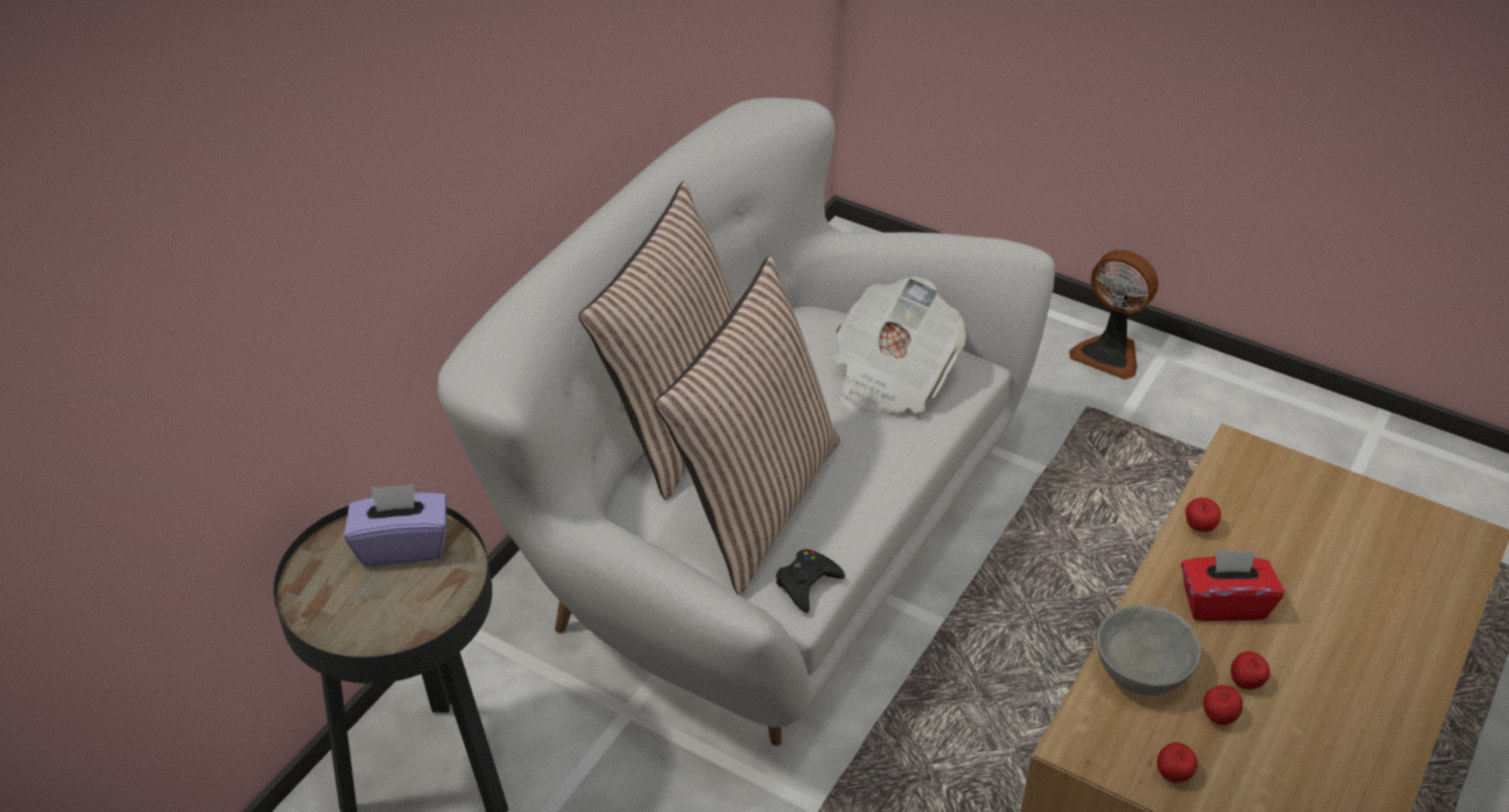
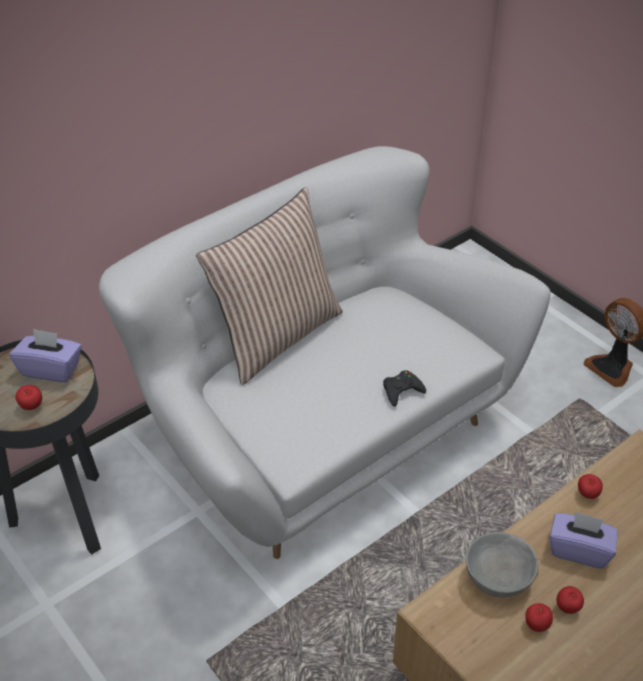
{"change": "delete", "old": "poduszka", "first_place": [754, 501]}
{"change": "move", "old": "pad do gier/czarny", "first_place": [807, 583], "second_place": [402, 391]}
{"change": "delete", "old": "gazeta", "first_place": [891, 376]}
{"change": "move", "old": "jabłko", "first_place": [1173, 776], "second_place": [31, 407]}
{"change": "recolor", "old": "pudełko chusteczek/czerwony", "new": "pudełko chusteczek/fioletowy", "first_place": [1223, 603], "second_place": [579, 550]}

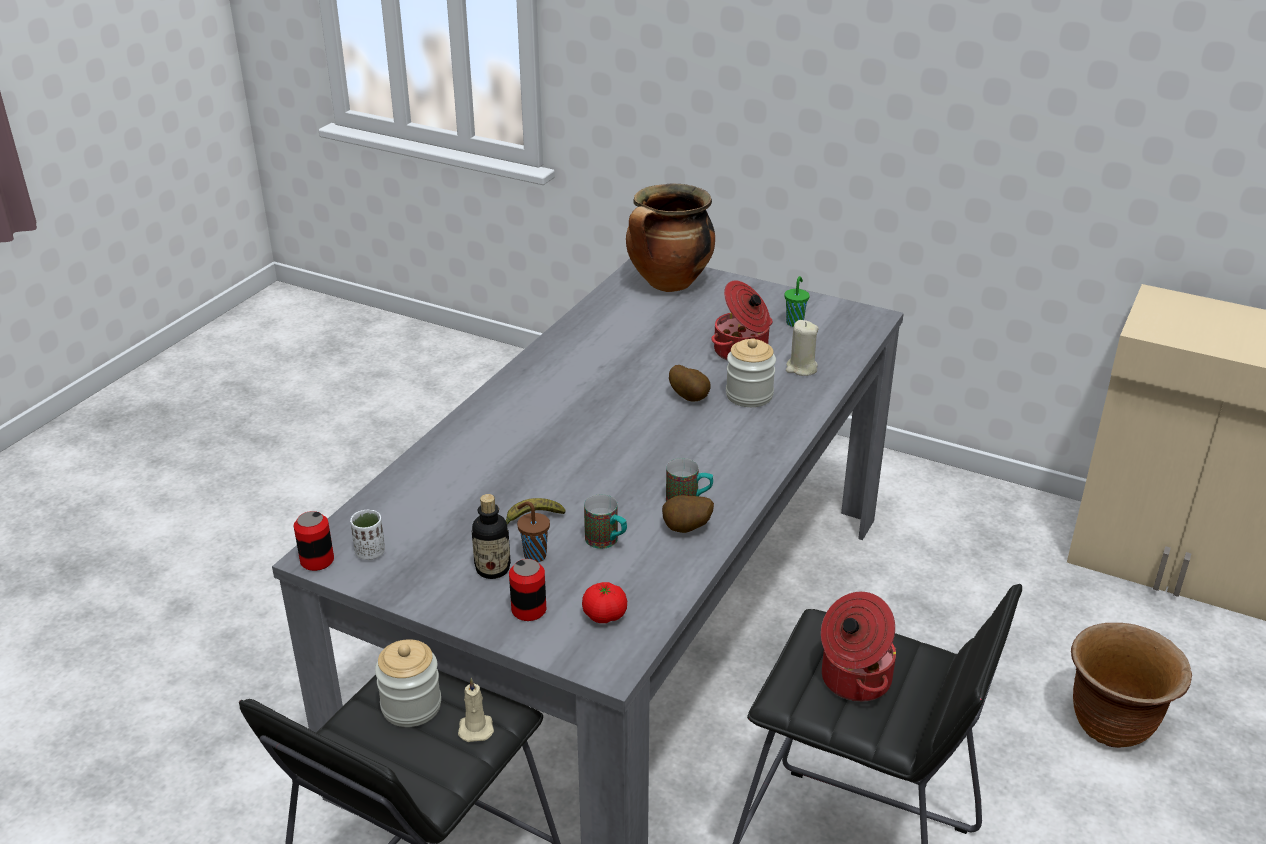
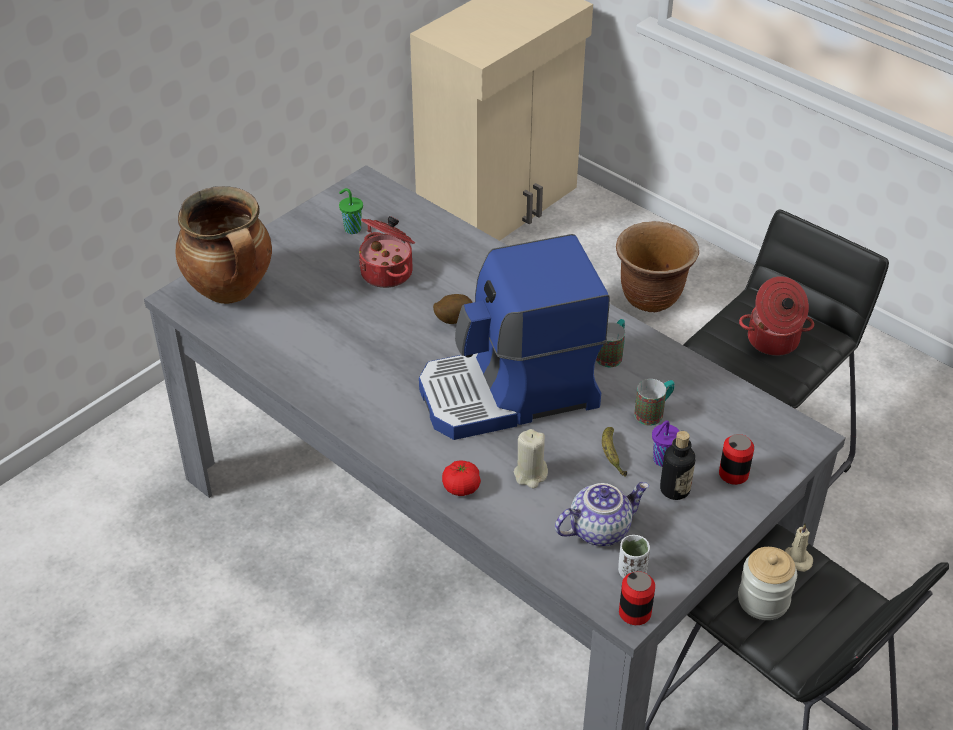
{"change": "recolor", "old": "filiżanka/brązowy", "new": "filiżanka/fioletowy", "first_place": [534, 555], "second_place": [661, 460]}
{"change": "move", "old": "pomidor", "first_place": [604, 615], "second_place": [461, 487]}
{"change": "delete", "old": "ziemniak", "first_place": [687, 530]}
{"change": "delete", "old": "słoik", "first_place": [749, 395]}
{"change": "move", "old": "świeca/beżowy", "first_place": [801, 368], "second_place": [530, 474]}
{"change": "insert", "new": "ekspres do kawy", "second_place": [510, 394]}
{"change": "insert", "new": "imbryk", "second_place": [599, 529]}

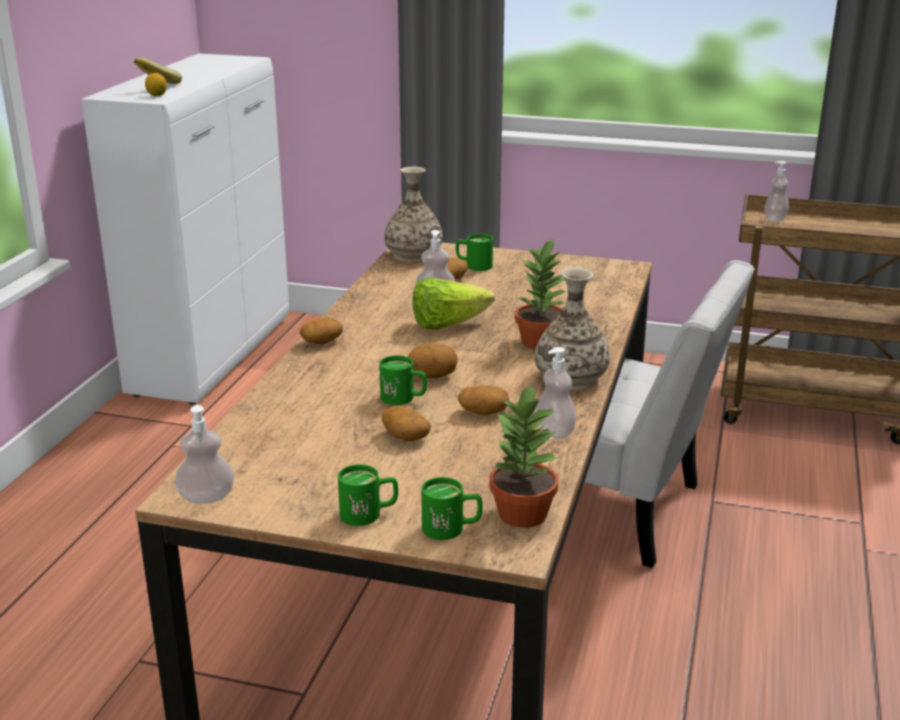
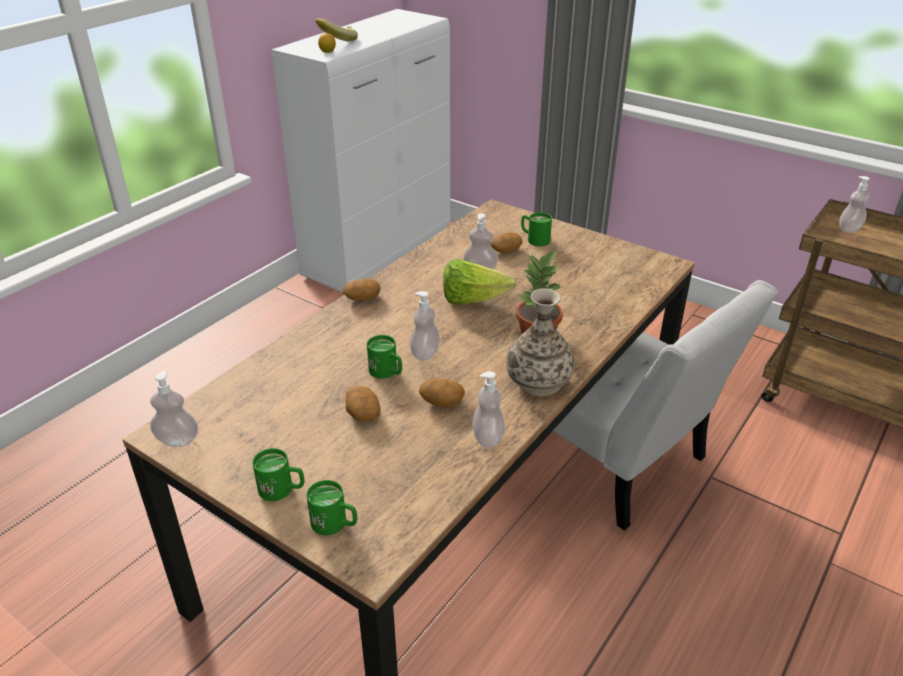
{"change": "delete", "old": "wazon", "first_place": [413, 255]}
{"change": "replace", "old": "ziemniak", "new": "dozownik mydła", "first_place": [432, 376], "second_place": [425, 353]}
{"change": "delete", "old": "roślina doniczkowa", "first_place": [521, 514]}

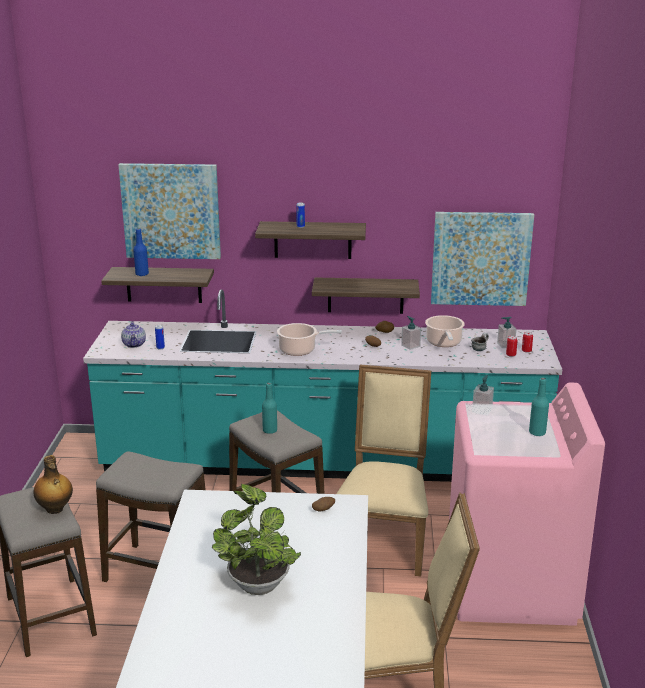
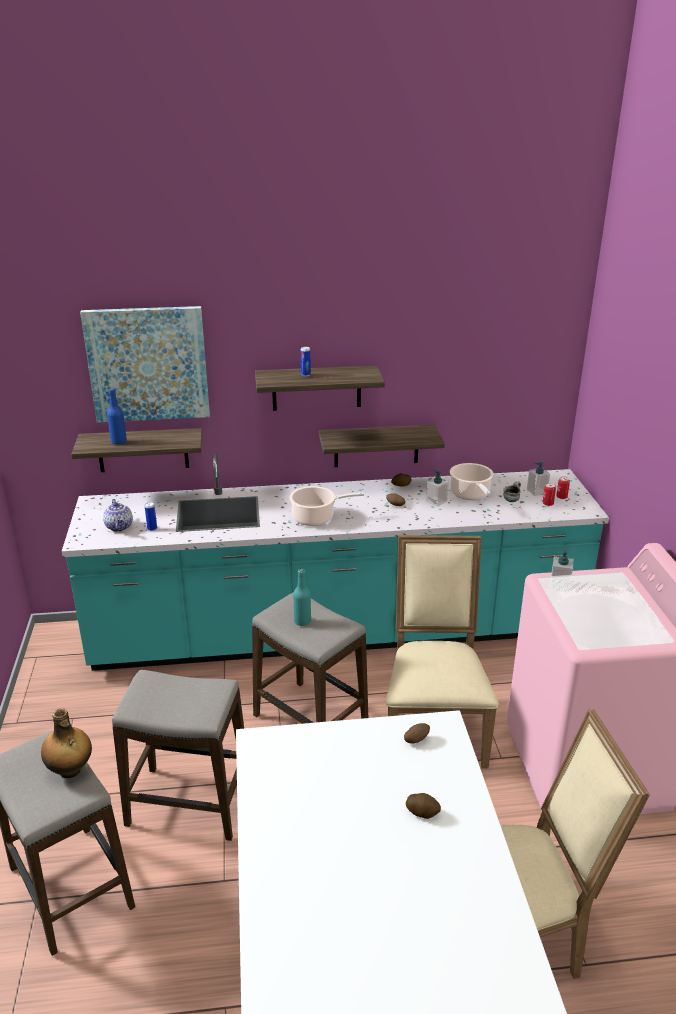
{"change": "delete", "old": "roślina doniczkowa", "first_place": [257, 582]}
{"change": "delete", "old": "obraz", "first_place": [481, 258]}
{"change": "delete", "old": "butelka/turkusowy", "first_place": [537, 432]}
{"change": "insert", "new": "ziemniak", "second_place": [422, 812]}

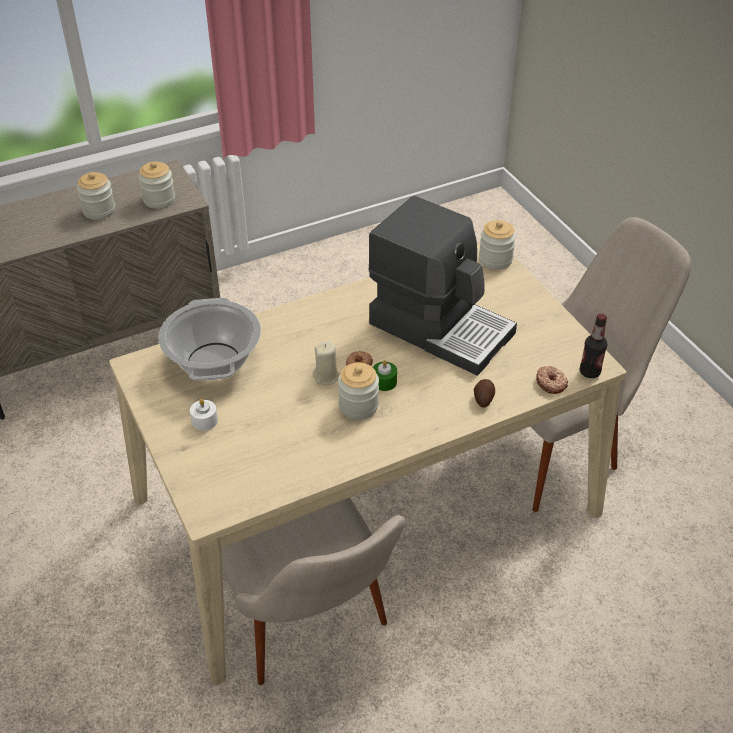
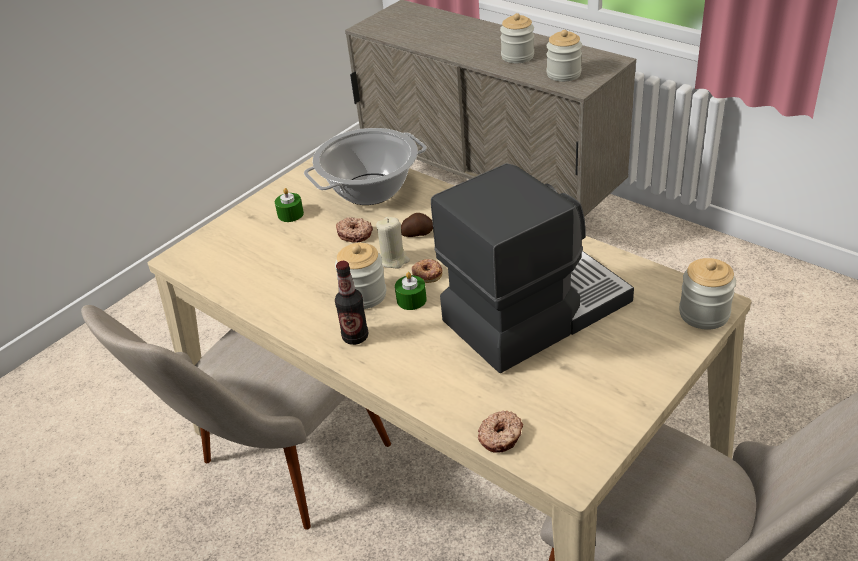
{"change": "recolor", "old": "świeca/biały", "new": "świeca/zielony", "first_place": [204, 421], "second_place": [290, 214]}
{"change": "rotate", "old": "ekspres do kawy", "first_place": [441, 327], "second_place": [533, 311], "degrees": -135}
{"change": "move", "old": "ziemniak", "first_place": [483, 398], "second_place": [417, 233]}
{"change": "move", "old": "butelka", "first_place": [589, 372], "second_place": [355, 337]}
{"change": "insert", "new": "donut", "second_place": [355, 234]}

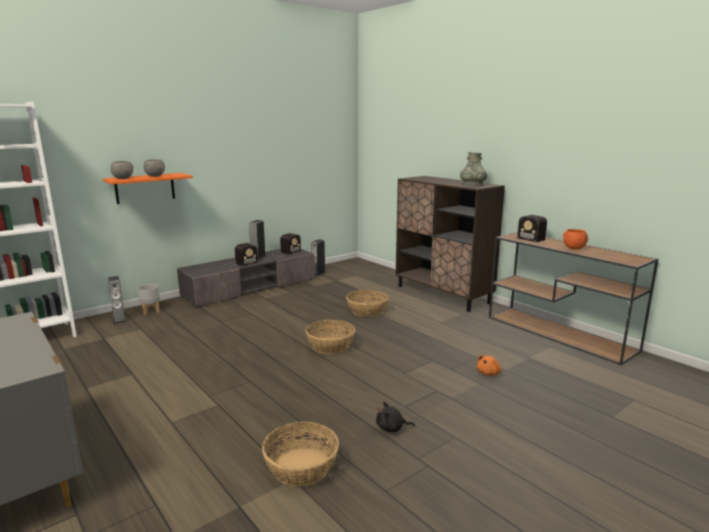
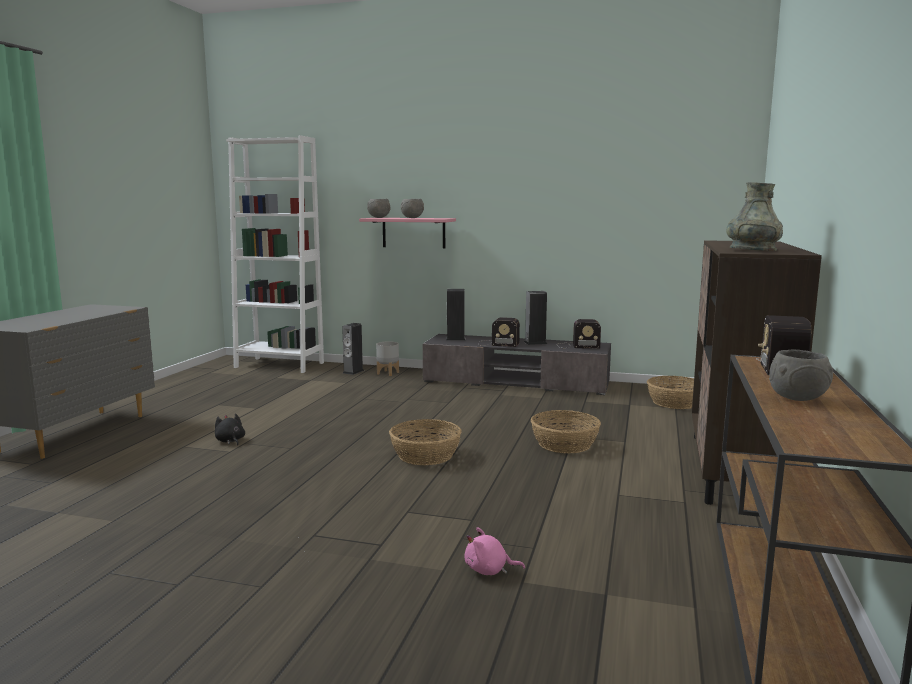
{"change": "recolor", "old": "półka/pomarańczowy", "new": "półka/różowy", "first_place": [145, 188], "second_place": [413, 232]}
{"change": "move", "old": "koszyk", "first_place": [301, 467], "second_place": [674, 403]}
{"change": "move", "old": "głośnik", "first_place": [318, 273], "second_place": [455, 339]}
{"change": "move", "old": "pluszak/czarny", "first_place": [392, 428], "second_place": [230, 441]}
{"change": "recolor", "old": "pluszak/pomarańczowy", "new": "pluszak/różowy", "first_place": [489, 373], "second_place": [489, 570]}
{"change": "recolor", "old": "miska/pomarańczowy", "new": "miska/szary", "first_place": [573, 248], "second_place": [797, 399]}

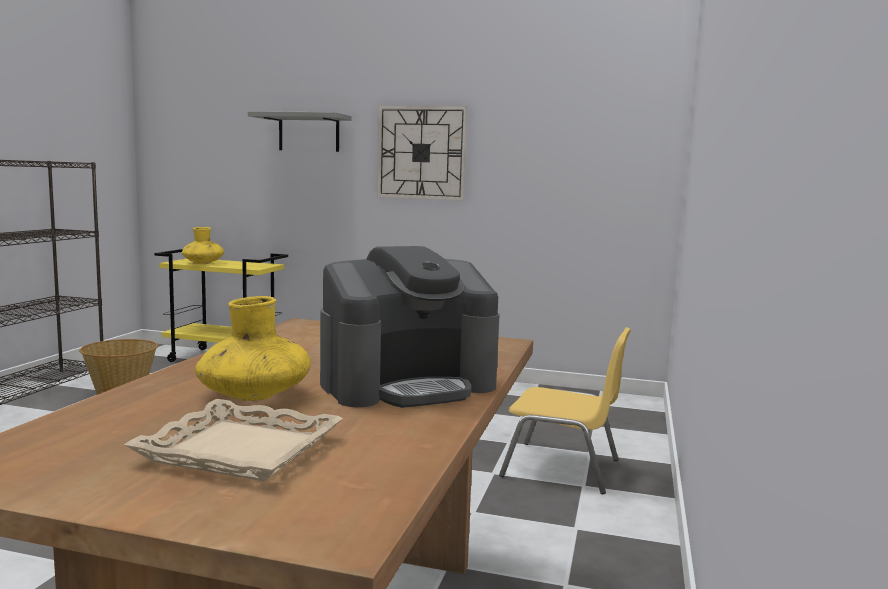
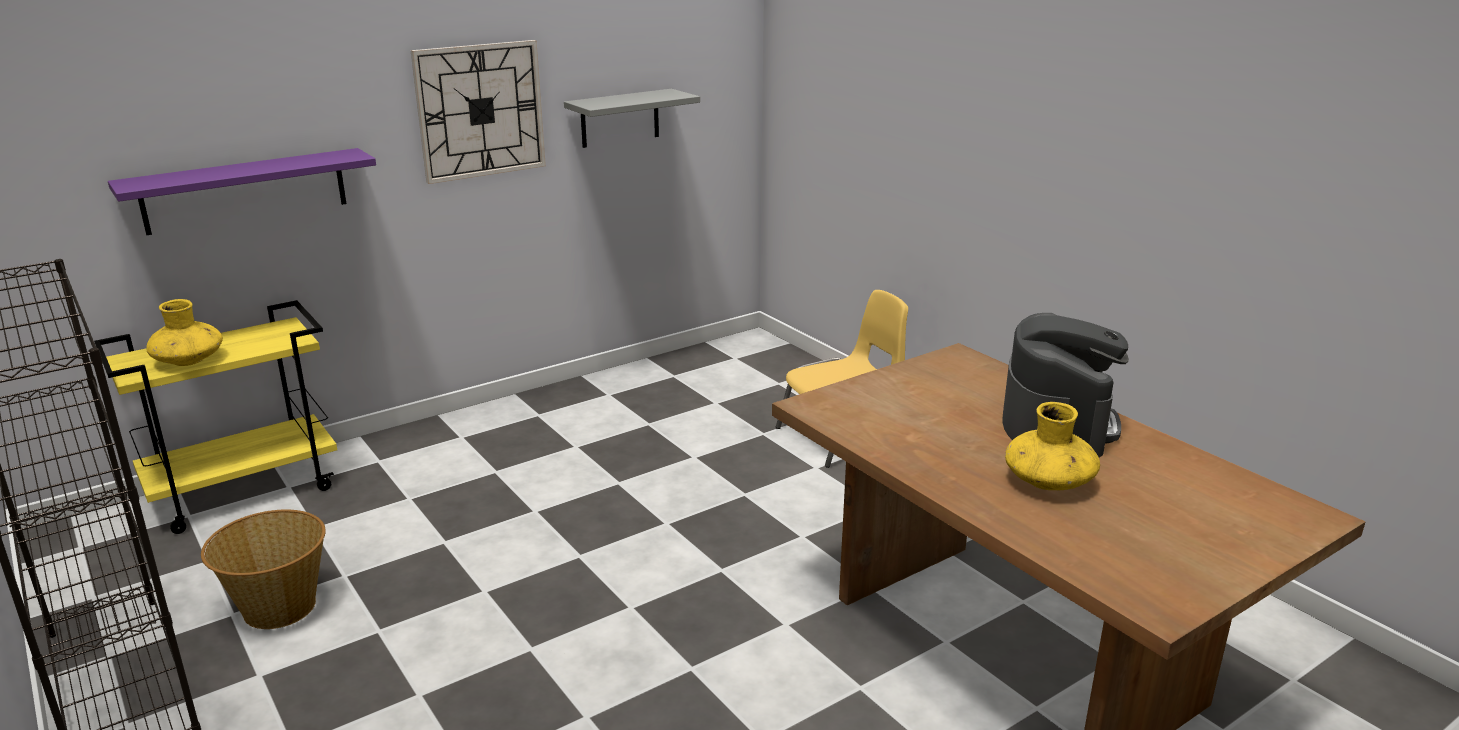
{"change": "delete", "old": "taca/beżowy", "first_place": [242, 450]}
{"change": "move", "old": "półka/szary", "first_place": [309, 133], "second_place": [620, 118]}
{"change": "insert", "new": "półka/fioletowy", "second_place": [245, 191]}

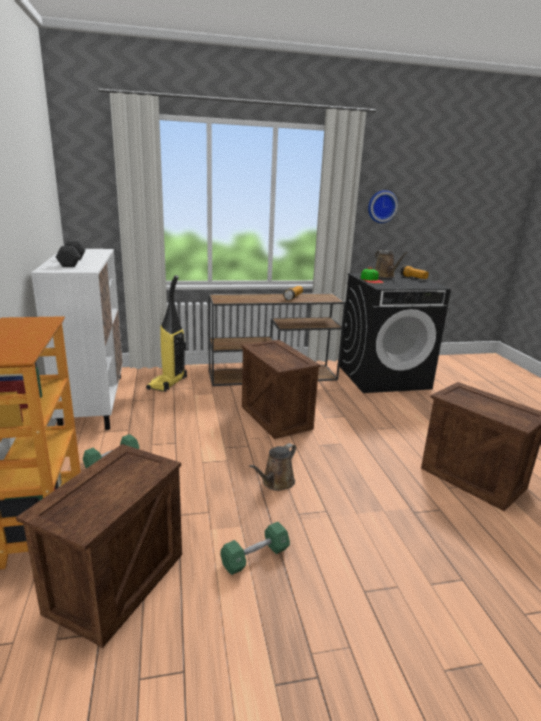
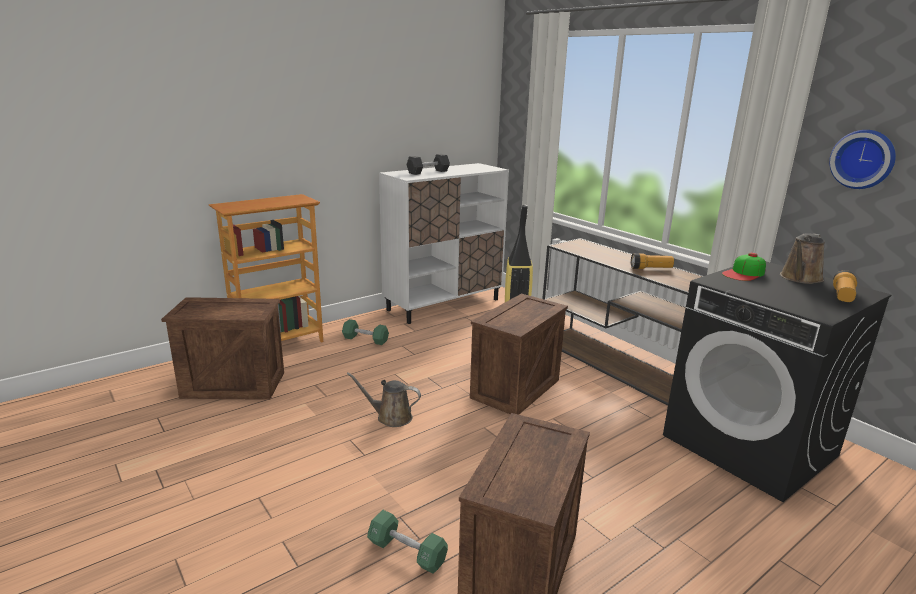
{"change": "move", "old": "hantel/zielony", "first_place": [255, 557], "second_place": [407, 552]}

